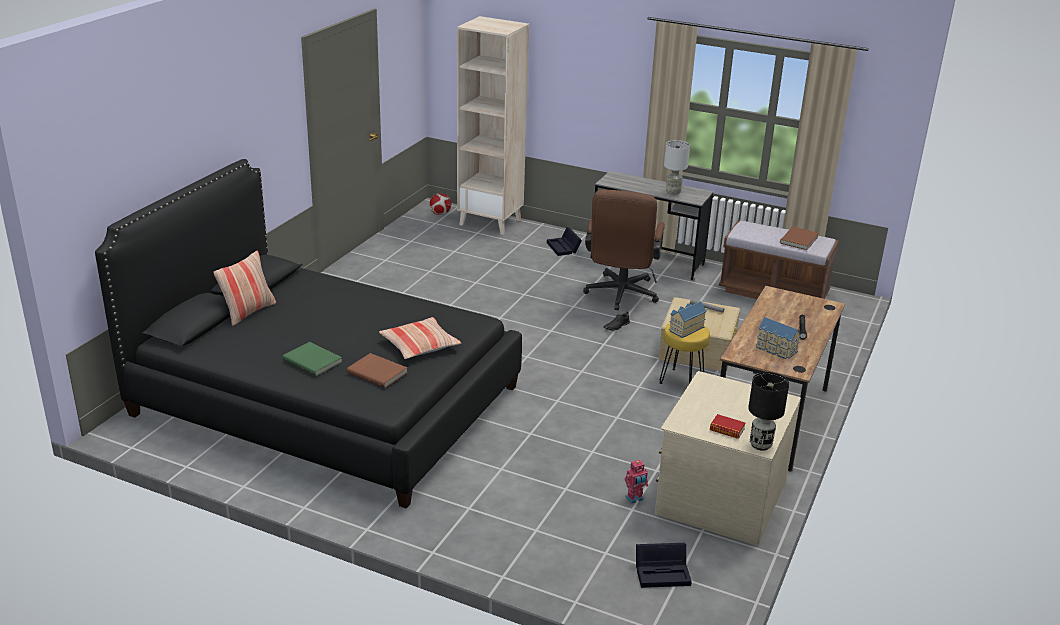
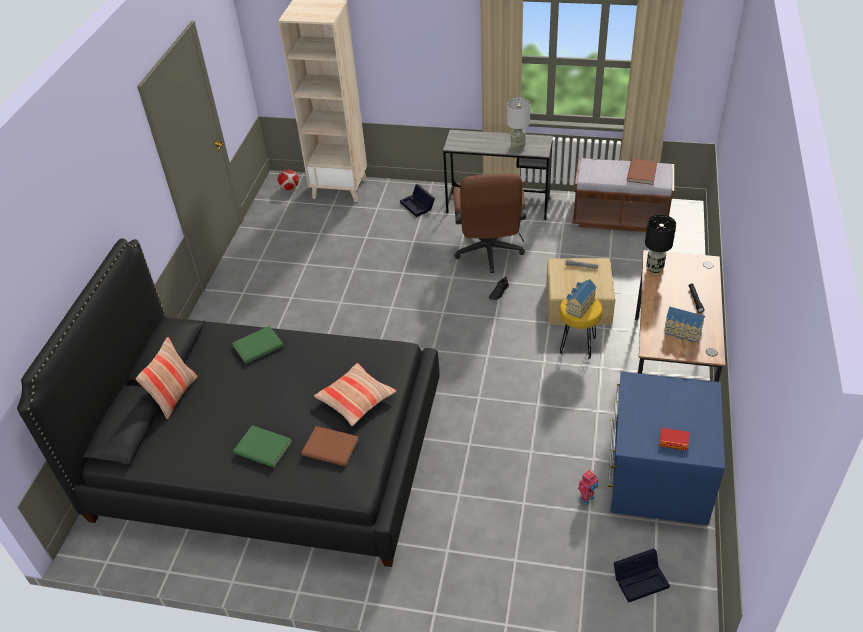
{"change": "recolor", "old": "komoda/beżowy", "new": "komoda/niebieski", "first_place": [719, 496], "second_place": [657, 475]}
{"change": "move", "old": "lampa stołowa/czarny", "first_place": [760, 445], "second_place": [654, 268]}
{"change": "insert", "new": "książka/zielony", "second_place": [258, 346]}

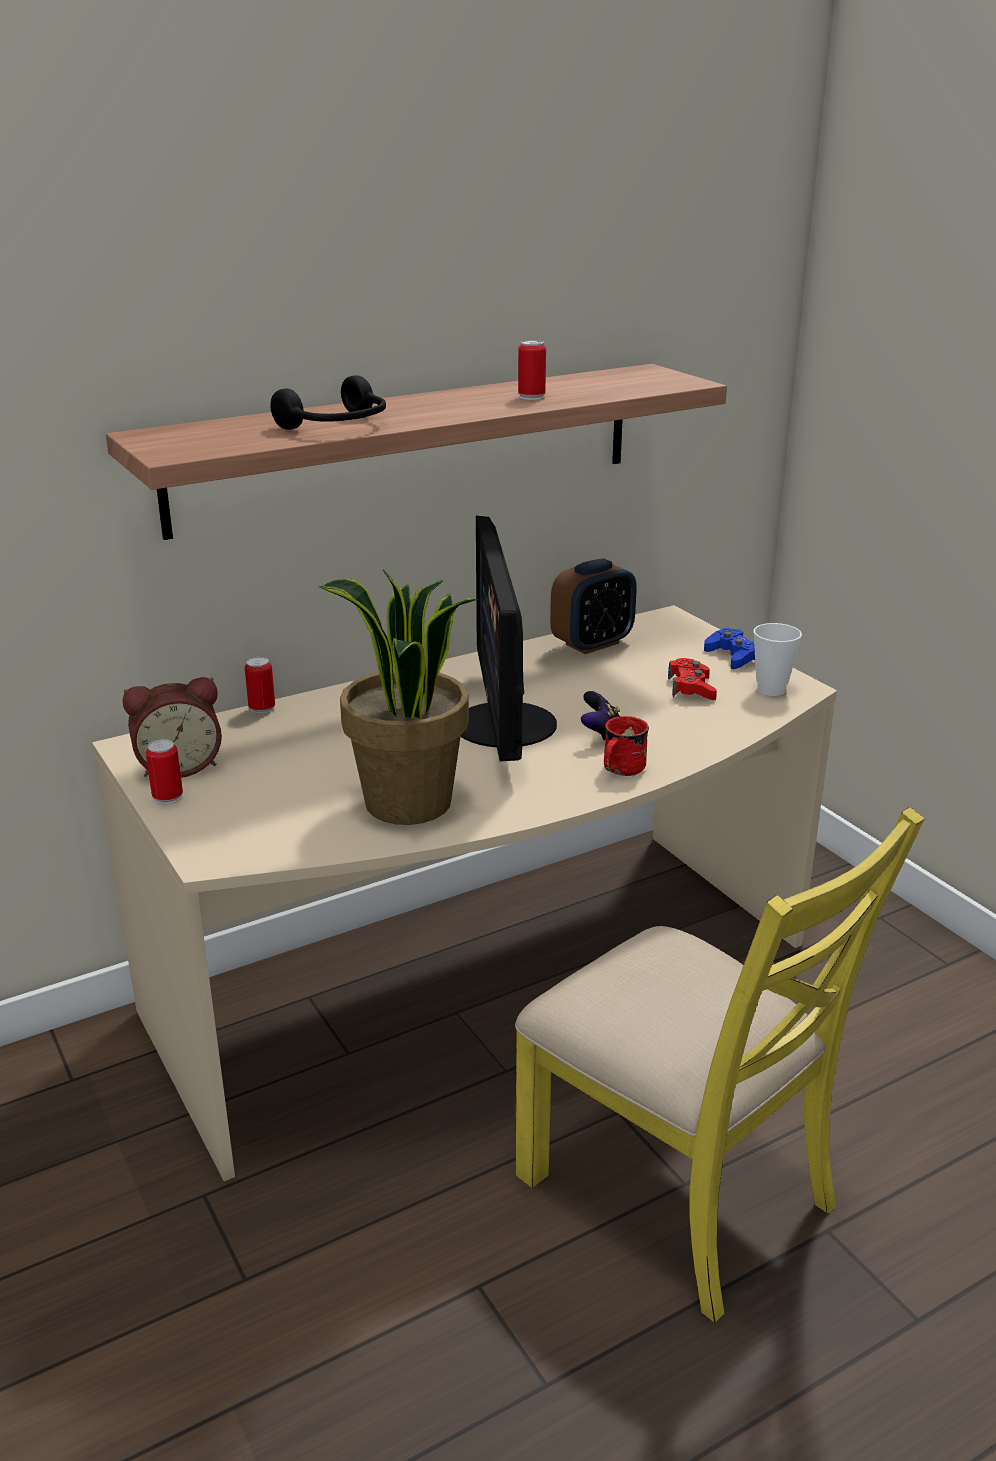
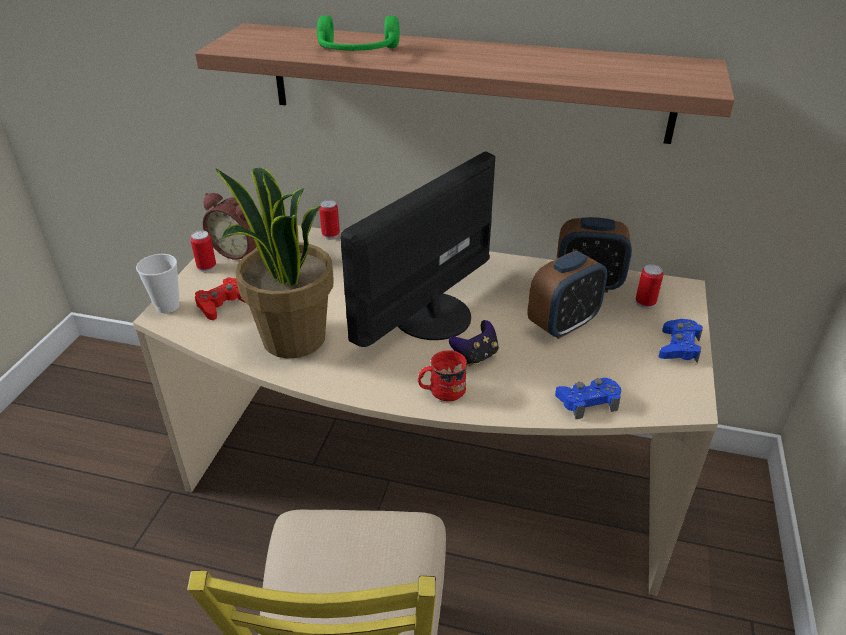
{"change": "recolor", "old": "słuchawki/czarny", "new": "słuchawki/zielony", "first_place": [338, 426], "second_place": [357, 53]}
{"change": "move", "old": "puszka", "first_place": [531, 397], "second_place": [645, 303]}
{"change": "move", "old": "pad do gier/czerwony", "first_place": [691, 688], "second_place": [223, 303]}
{"change": "move", "old": "filiżanka", "first_place": [771, 690], "second_place": [167, 306]}
{"change": "insert", "new": "budzik", "second_place": [563, 324]}
{"change": "insert", "new": "pad do gier/niebieski", "second_place": [588, 402]}

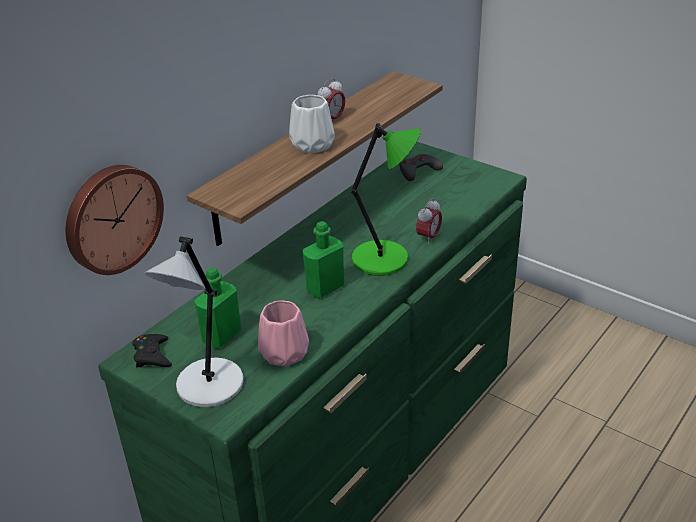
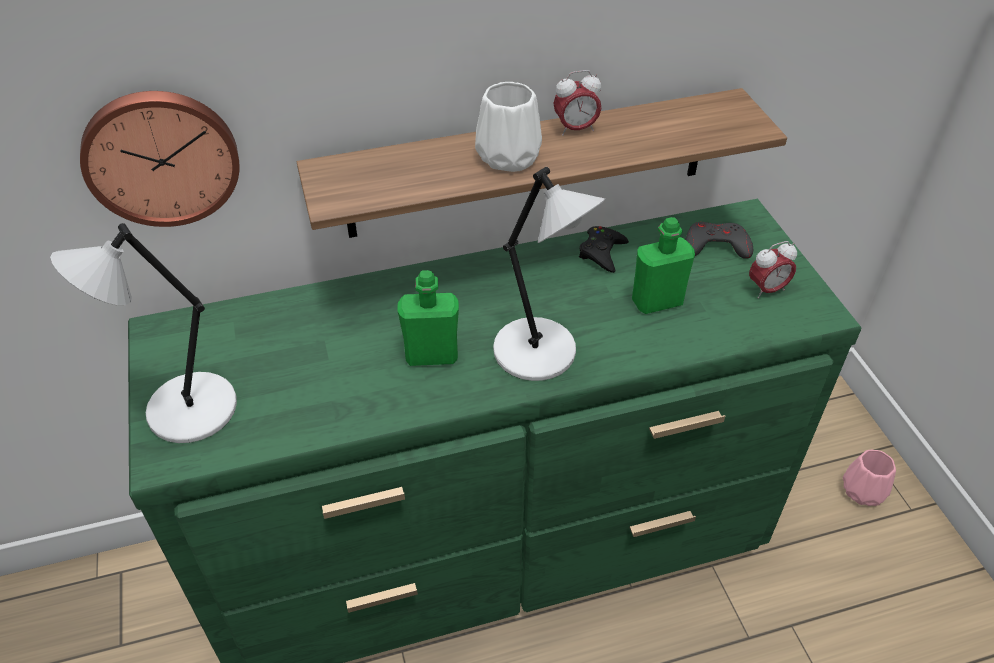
{"change": "move", "old": "pad do gier/czarny", "first_place": [152, 355], "second_place": [602, 253]}
{"change": "move", "old": "butelka/zielony", "first_place": [222, 336], "second_place": [657, 301]}
{"change": "move", "old": "wazon/różowy", "first_place": [285, 353], "second_place": [864, 491]}
{"change": "recolor", "old": "lampa stołowa/zielony", "new": "lampa stołowa/szary", "first_place": [383, 259], "second_place": [539, 353]}
{"change": "move", "old": "budzik", "first_place": [428, 237], "second_place": [767, 290]}

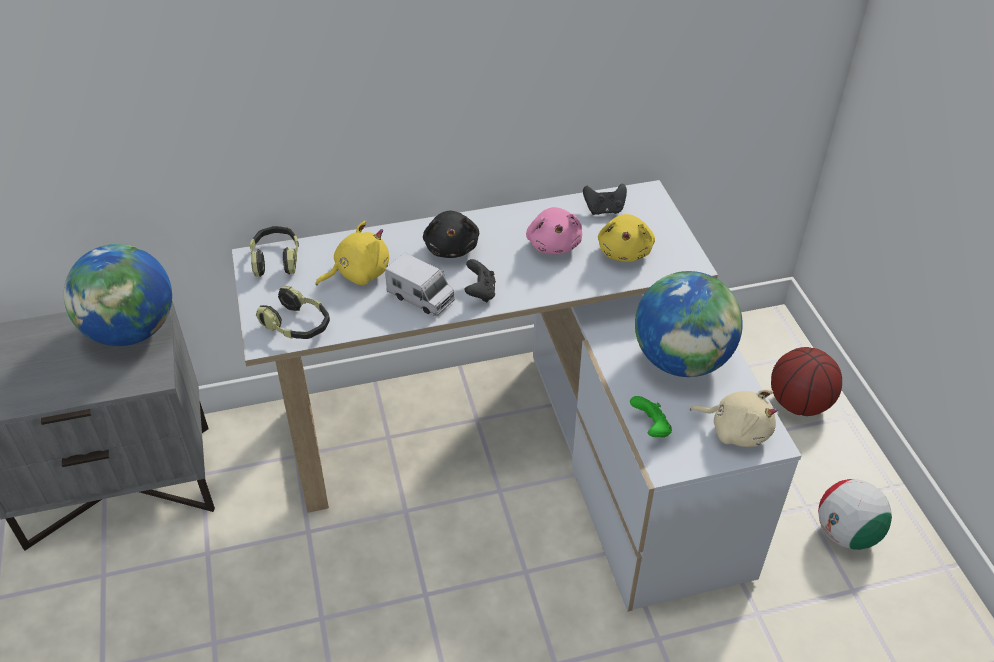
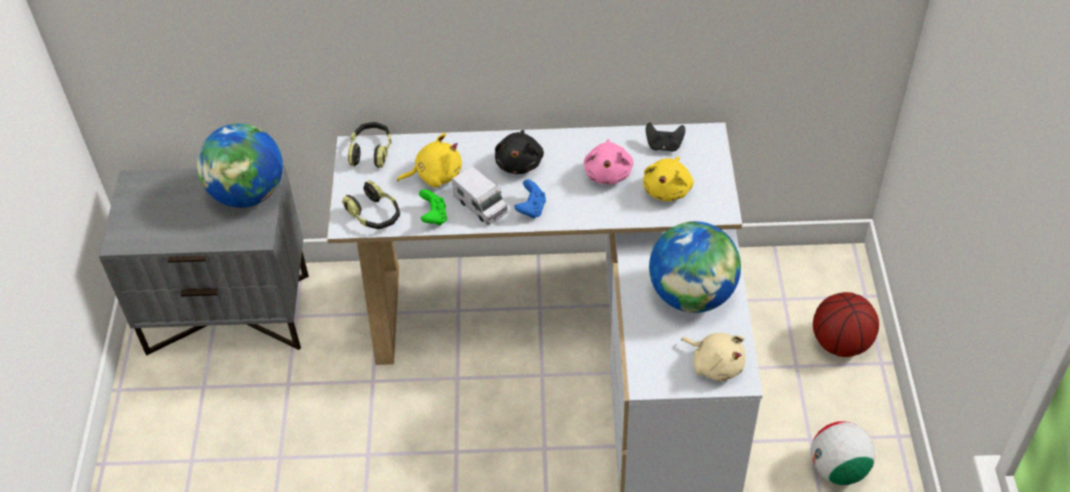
{"change": "recolor", "old": "pad do gier/czarny", "new": "pad do gier/niebieski", "first_place": [480, 292], "second_place": [531, 209]}
{"change": "move", "old": "pad do gier/zielony", "first_place": [651, 428], "second_place": [434, 217]}

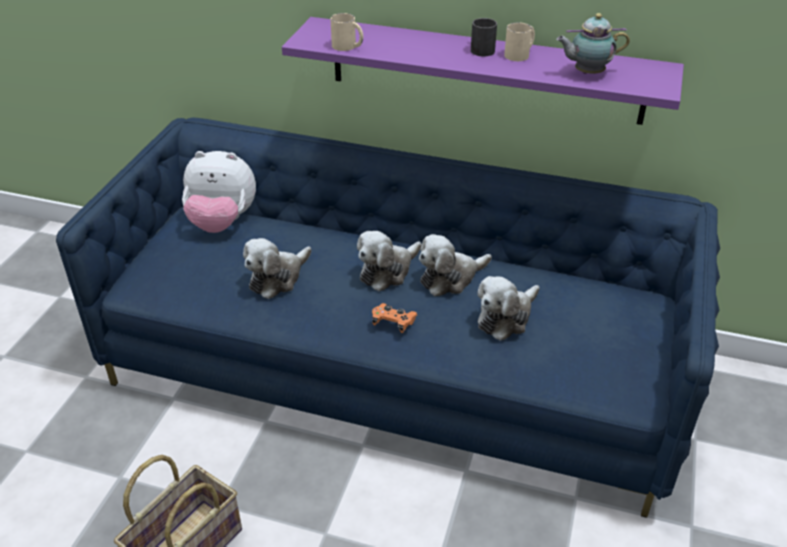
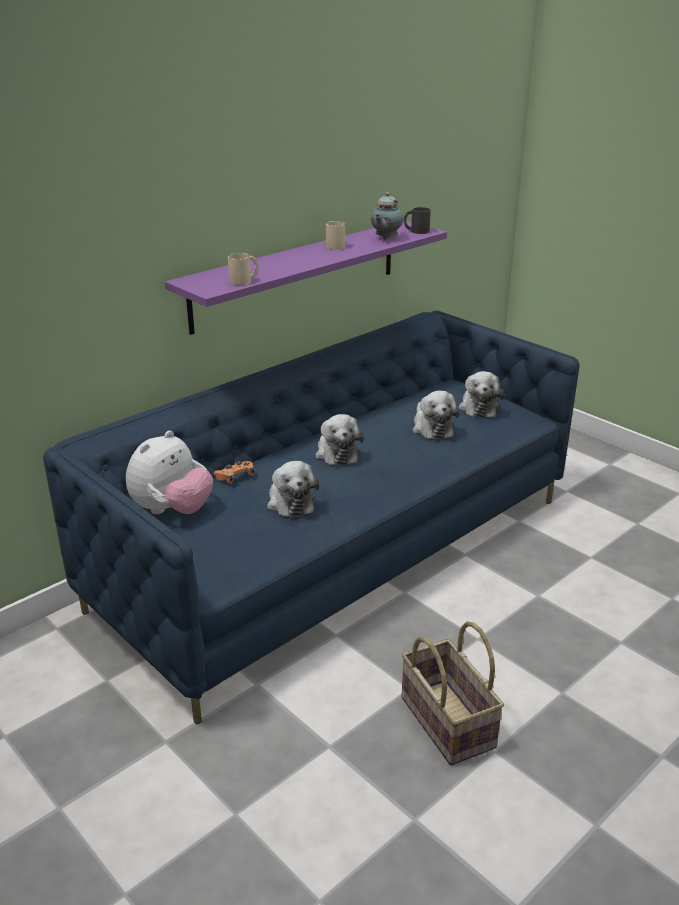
{"change": "move", "old": "pad do gier/pomarańczowy", "first_place": [393, 323], "second_place": [235, 477]}
{"change": "move", "old": "pluszak", "first_place": [450, 278], "second_place": [478, 407]}
{"change": "move", "old": "kubek/czarny", "first_place": [480, 48], "second_place": [416, 231]}

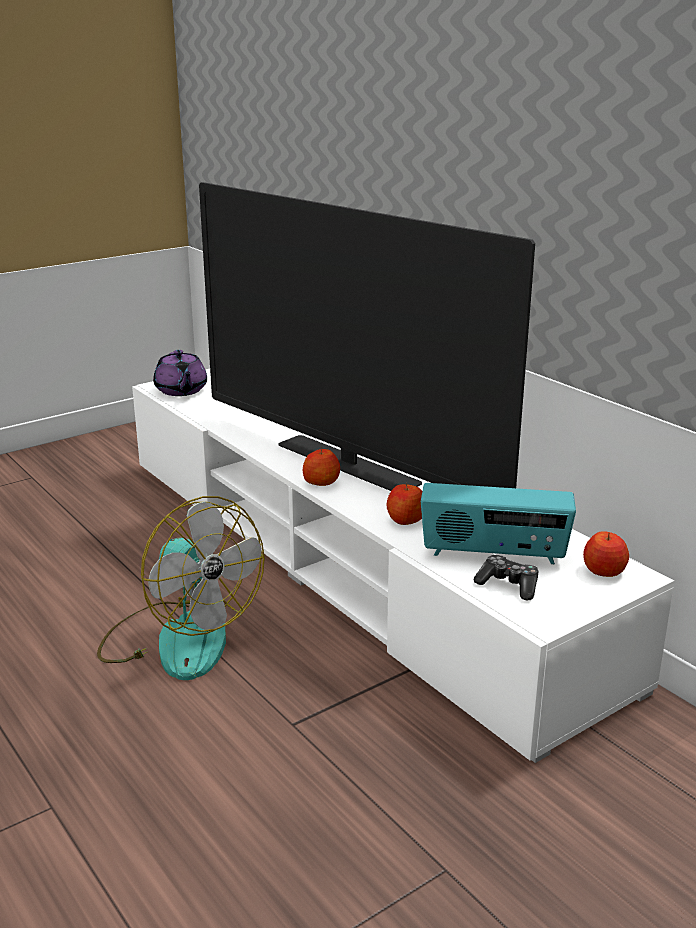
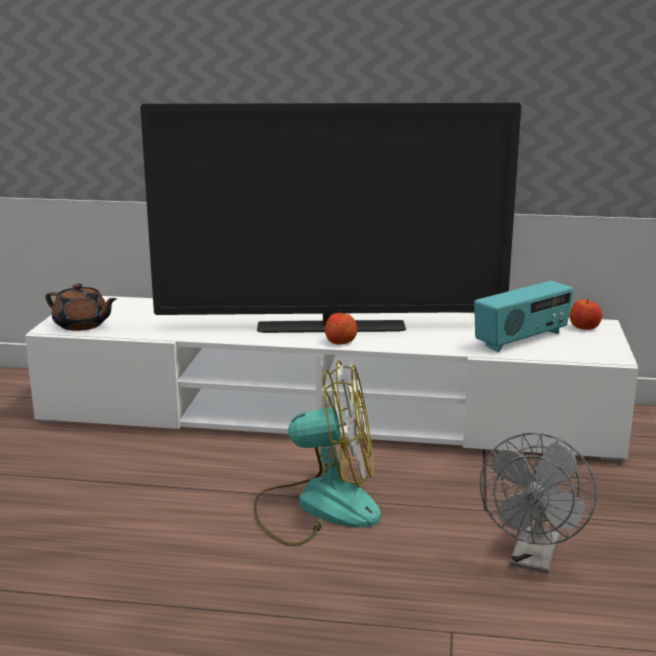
{"change": "recolor", "old": "imbryk/fioletowy", "new": "imbryk/brązowy", "first_place": [181, 391], "second_place": [82, 325]}
{"change": "delete", "old": "jabłko", "first_place": [406, 519]}
{"change": "delete", "old": "pad do gier", "first_place": [508, 585]}
{"change": "insert", "new": "wentylator/szary", "second_place": [534, 560]}

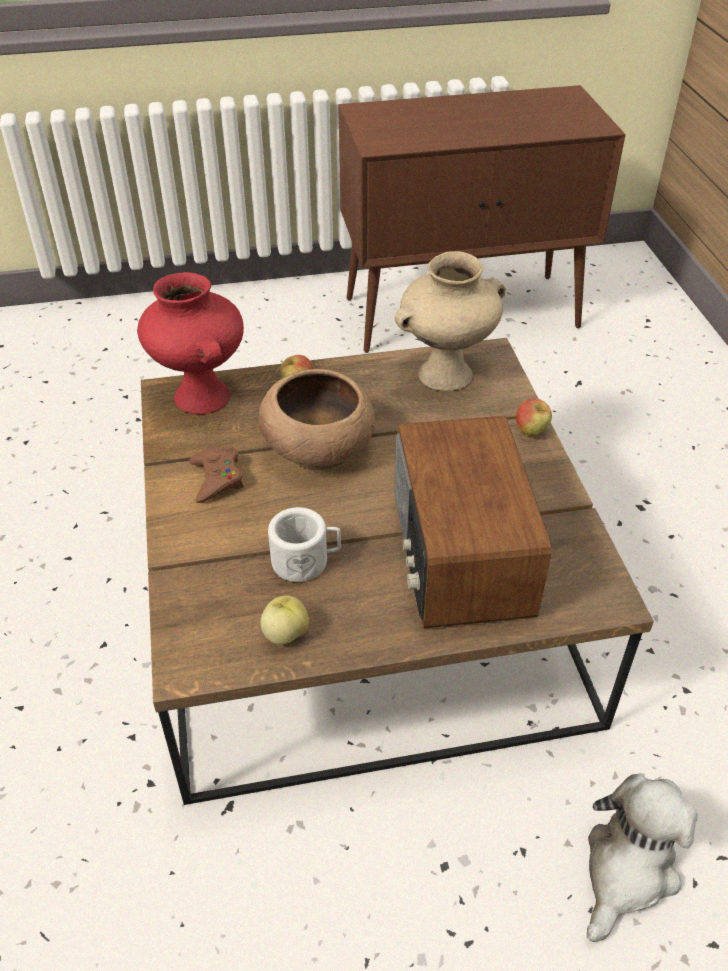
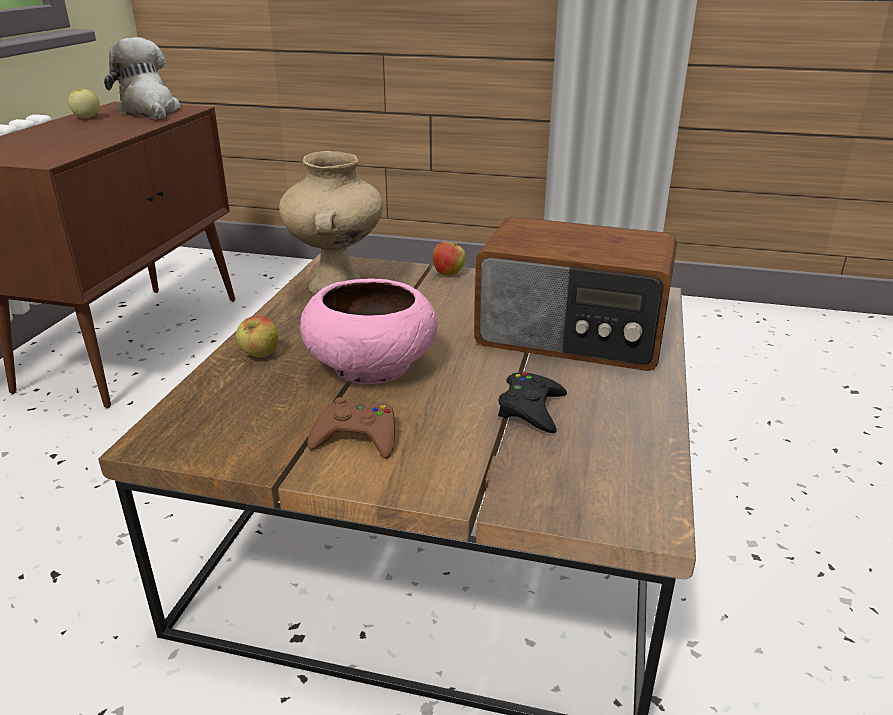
{"change": "delete", "old": "wazon/czerwony", "first_place": [200, 396]}
{"change": "recolor", "old": "miska/brązowy", "new": "miska/różowy", "first_place": [319, 448], "second_place": [371, 365]}
{"change": "move", "old": "jabłko", "first_place": [285, 633], "second_place": [87, 118]}
{"change": "replace", "old": "kubek/biały", "new": "pad do gier/czarny", "first_place": [306, 561], "second_place": [531, 409]}
{"change": "move", "old": "pluszak", "first_place": [627, 869], "second_place": [149, 111]}

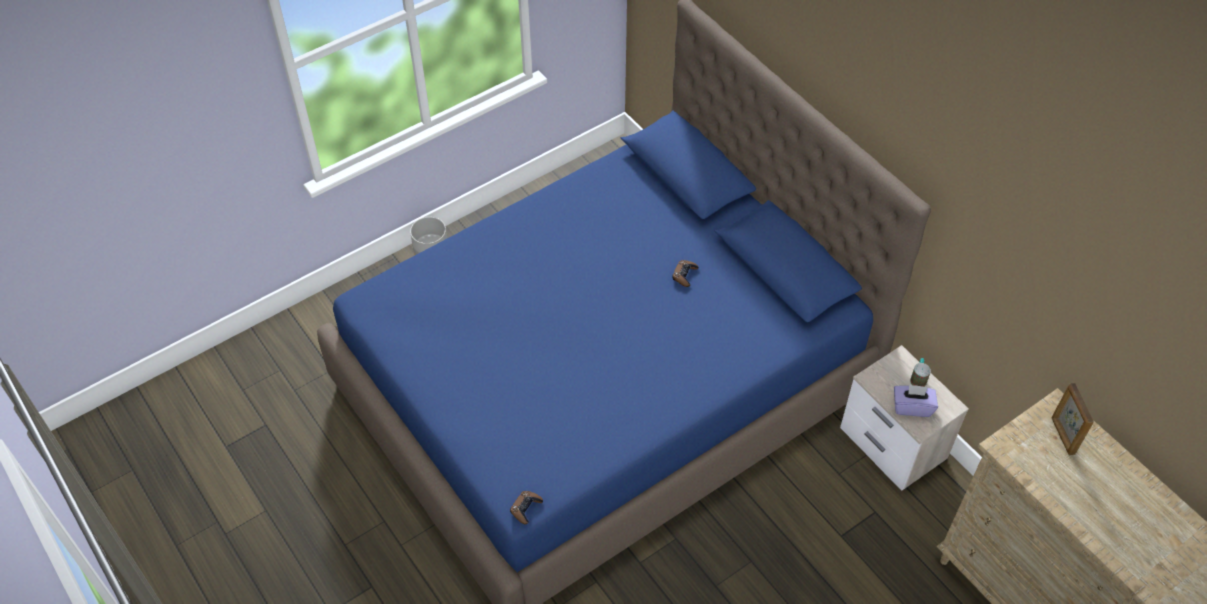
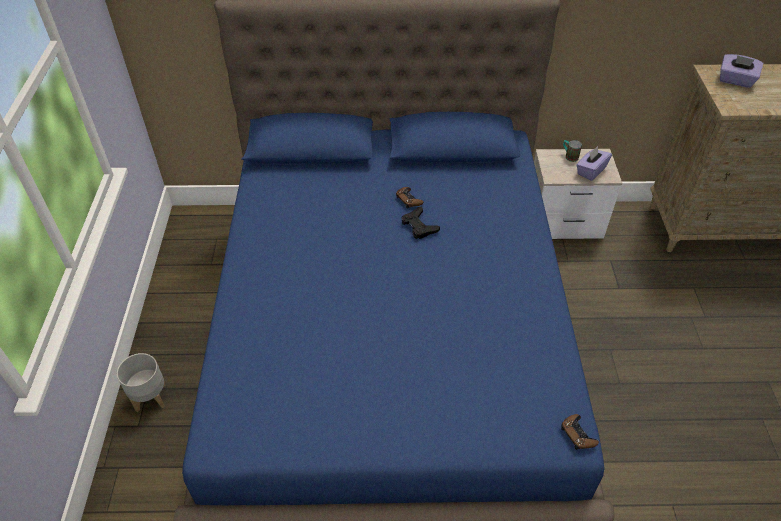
{"change": "replace", "old": "ramka na zdjęcie", "new": "pudełko chusteczek/fioletowy", "first_place": [1062, 436], "second_place": [735, 81]}
{"change": "insert", "new": "pad do gier/czarny", "second_place": [419, 226]}

